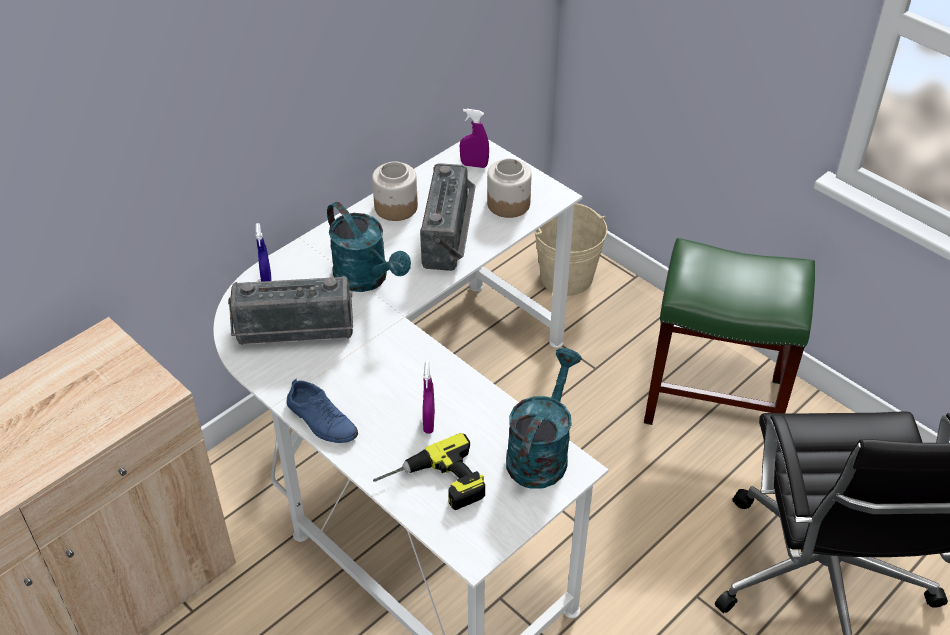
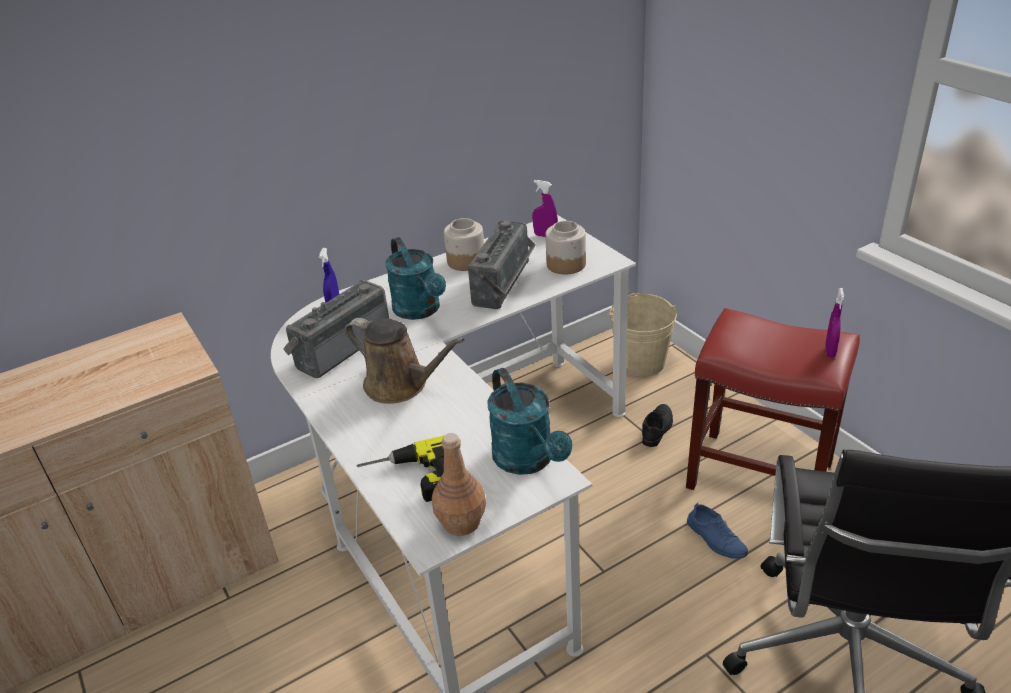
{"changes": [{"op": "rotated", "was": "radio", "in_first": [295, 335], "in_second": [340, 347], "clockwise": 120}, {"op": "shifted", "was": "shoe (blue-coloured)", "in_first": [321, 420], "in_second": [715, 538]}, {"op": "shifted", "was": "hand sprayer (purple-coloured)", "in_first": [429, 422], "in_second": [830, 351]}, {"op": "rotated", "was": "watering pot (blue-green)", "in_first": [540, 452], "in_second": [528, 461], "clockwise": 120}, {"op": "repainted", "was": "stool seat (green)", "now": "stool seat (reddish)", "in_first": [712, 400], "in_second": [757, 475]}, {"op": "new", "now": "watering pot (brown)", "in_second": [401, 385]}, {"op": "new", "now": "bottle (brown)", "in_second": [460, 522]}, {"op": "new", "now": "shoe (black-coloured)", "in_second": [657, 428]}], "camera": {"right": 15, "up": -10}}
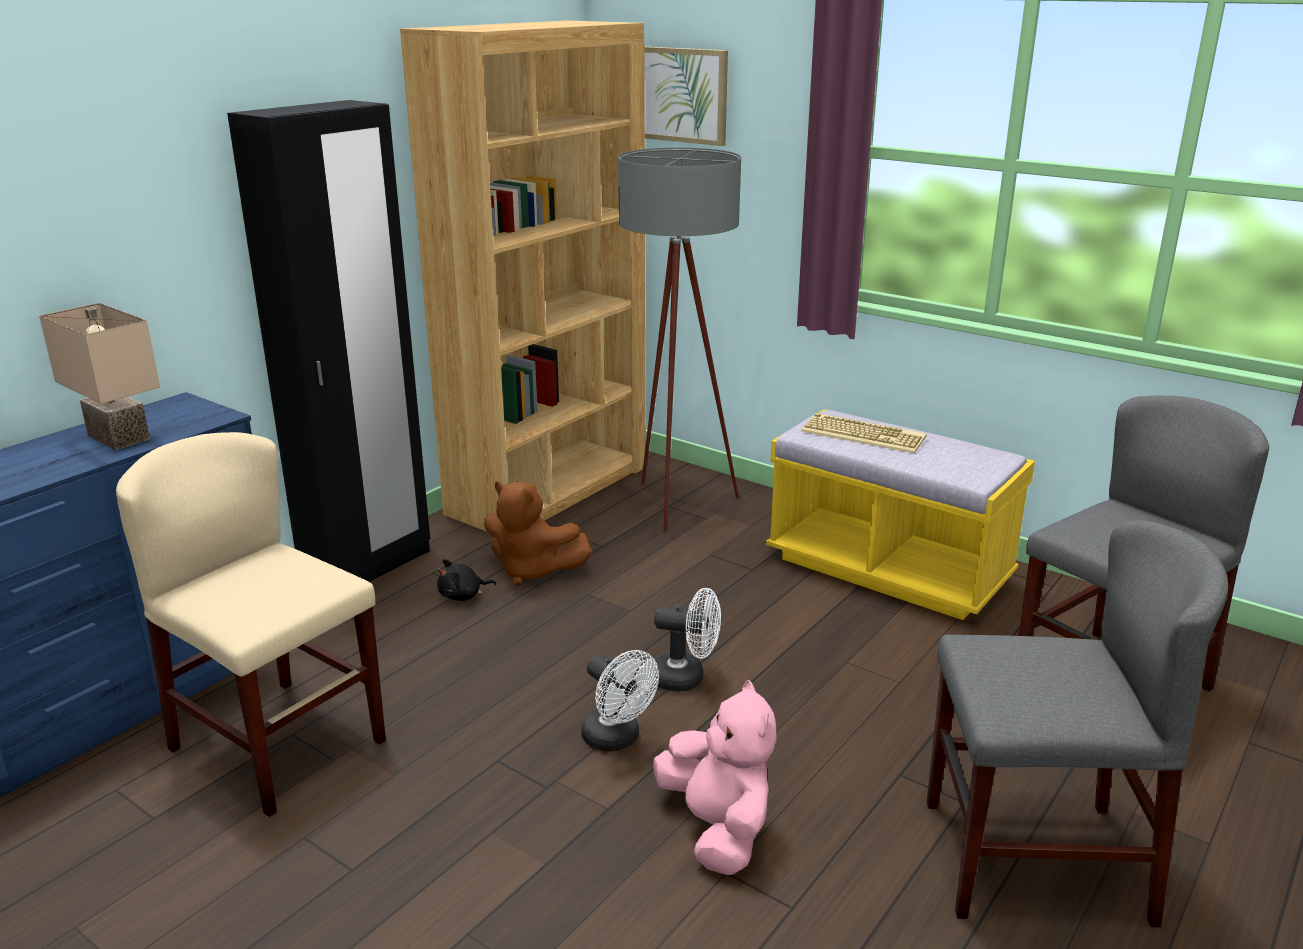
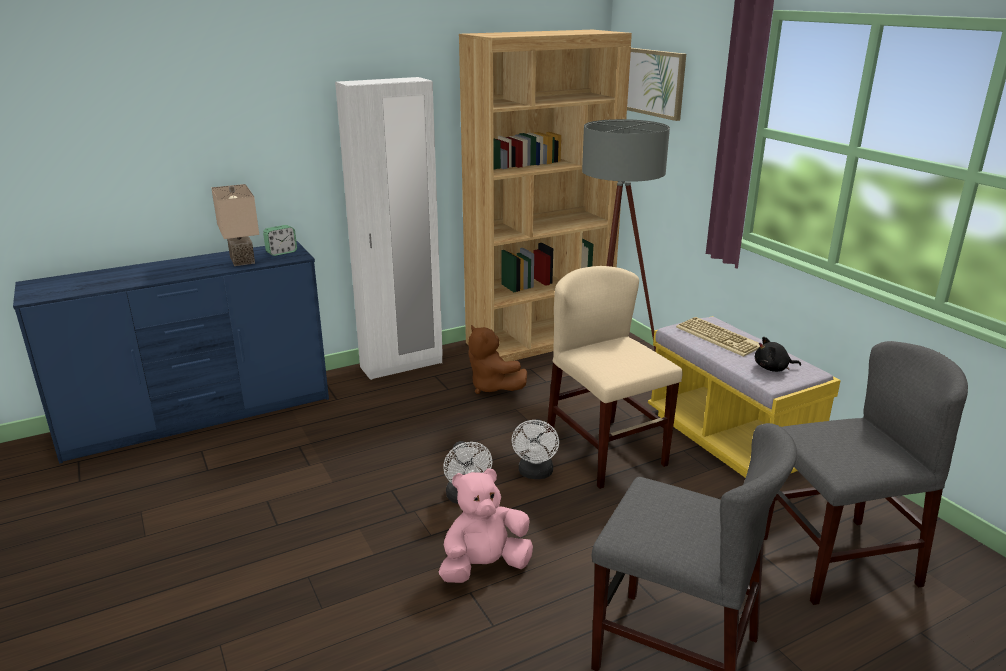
{"changes": [{"op": "shifted", "was": "chair (sand-coloured)", "in_first": [278, 745], "in_second": [605, 452]}, {"op": "repainted", "was": "wardrobe (black-coloured)", "now": "wardrobe (white)", "in_first": [368, 568], "in_second": [401, 365]}, {"op": "shifted", "was": "plush toy (black-coloured)", "in_first": [463, 596], "in_second": [773, 368]}, {"op": "rotated", "was": "plush toy (pink)", "in_first": [718, 829], "in_second": [484, 566], "clockwise": -120}, {"op": "rotated", "was": "cooling fan (white)", "in_first": [686, 678], "in_second": [535, 474], "clockwise": 60}, {"op": "new", "now": "alarm clock", "in_second": [281, 252]}], "camera": {"right": 25, "up": 0}}
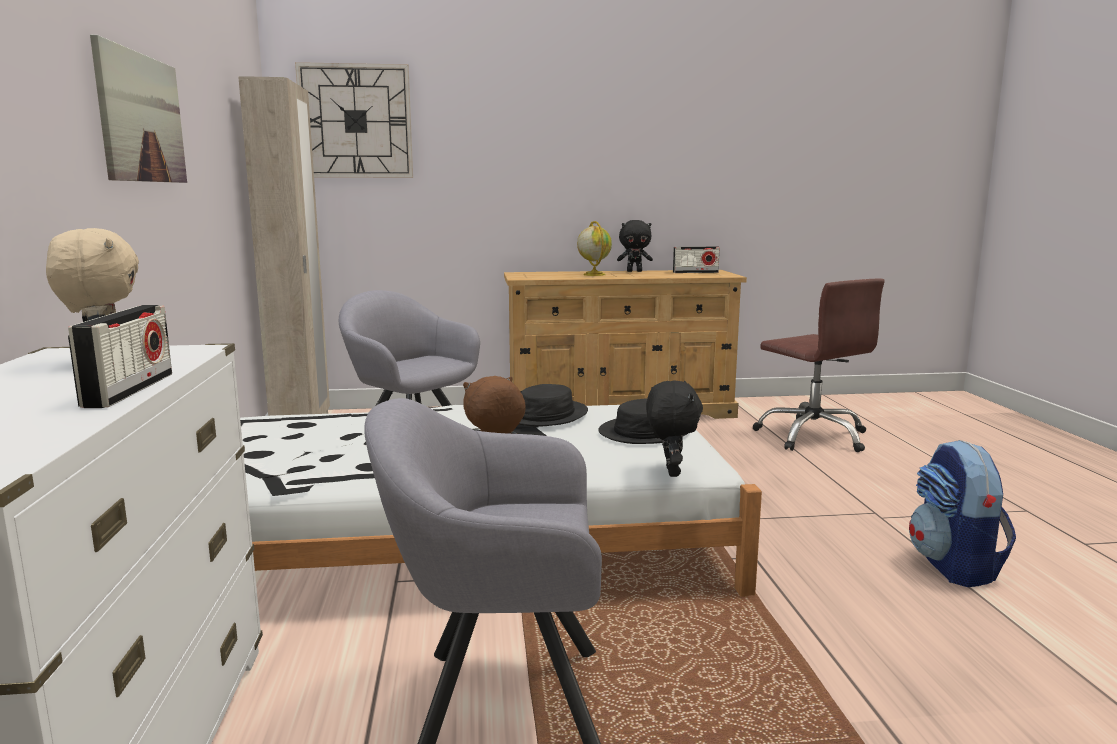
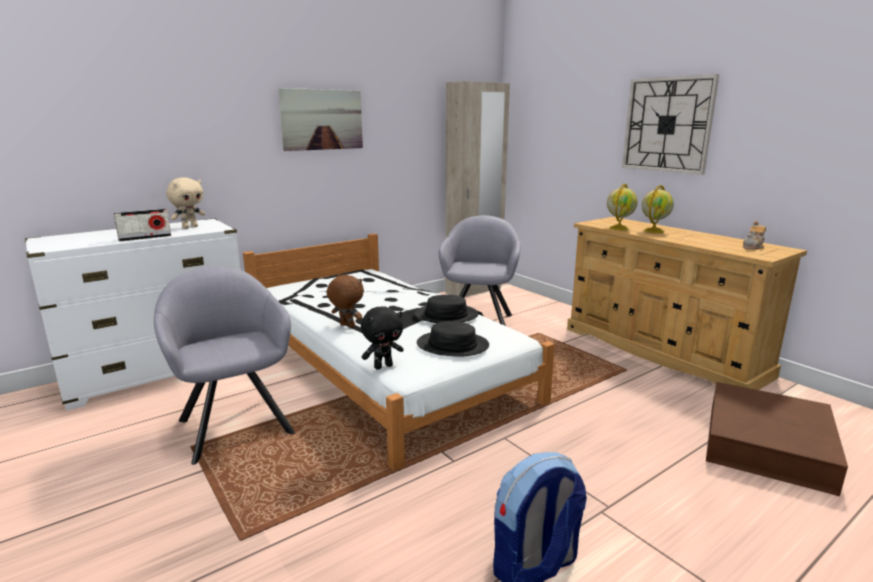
{"changes": [{"op": "shifted", "was": "clock on the wall", "in_first": [356, 121], "in_second": [667, 125]}, {"op": "gone", "was": "plush toy (black-coloured)", "in_first": [634, 271]}, {"op": "swapped", "was": "radio", "now": "pot for tea", "in_first": [695, 272], "in_second": [753, 247]}, {"op": "swapped", "was": "desk chair (brown)", "now": "storage box (brown)", "in_first": [813, 436], "in_second": [767, 444]}, {"op": "new", "now": "globe", "in_second": [619, 228]}], "camera": {"right": 60, "up": 5}}
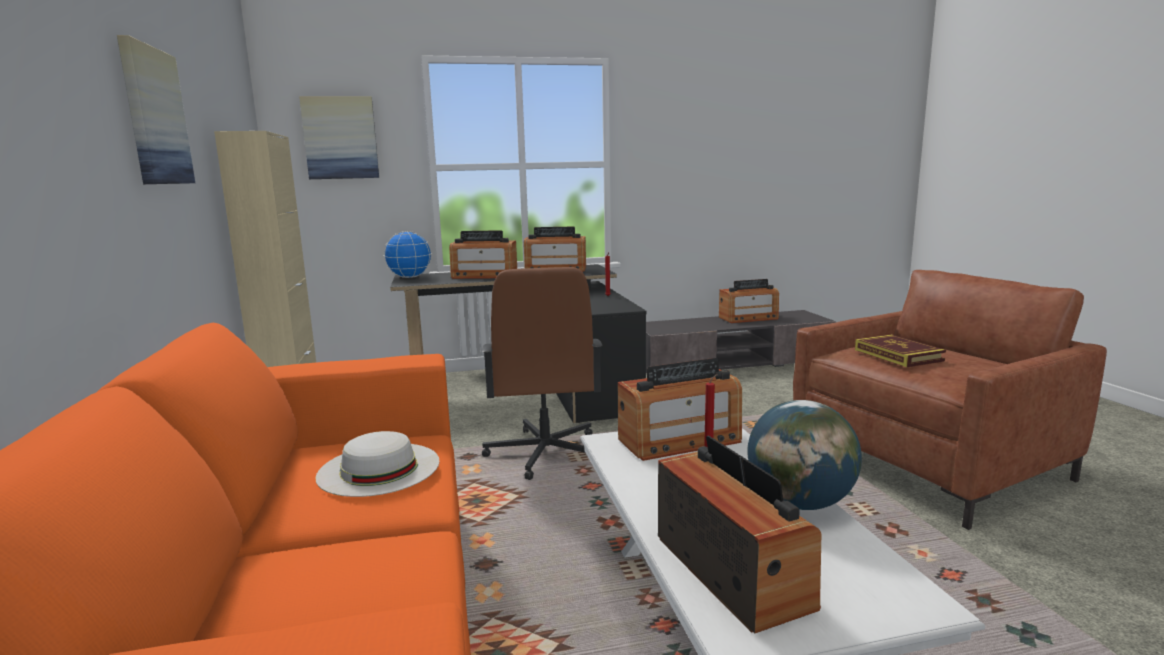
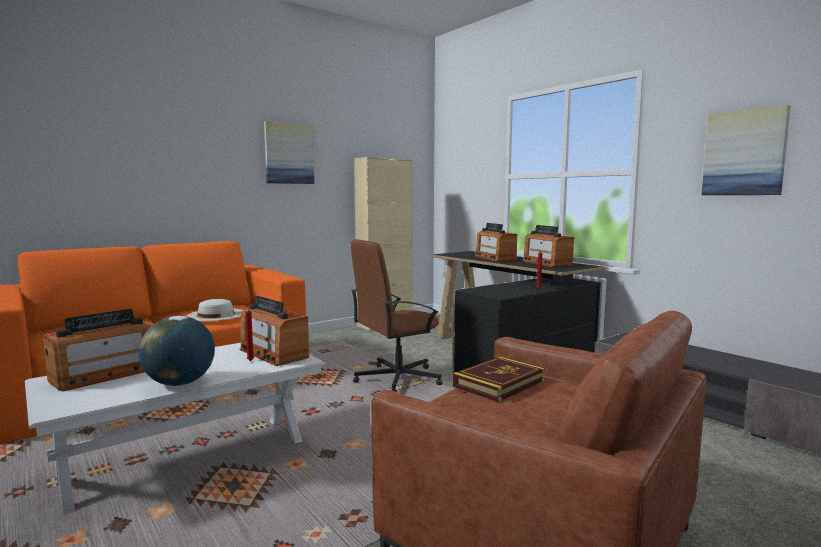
{"changes": [{"op": "shifted", "was": "wall picture", "in_first": [340, 138], "in_second": [744, 153]}, {"op": "gone", "was": "globe", "in_first": [409, 277]}, {"op": "gone", "was": "radio", "in_first": [748, 318]}], "camera": {"right": 65, "up": -5}}
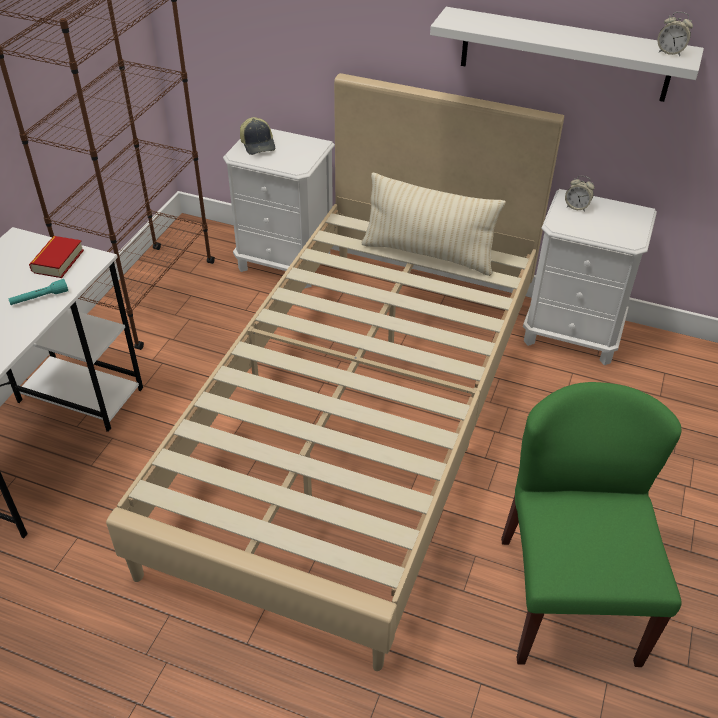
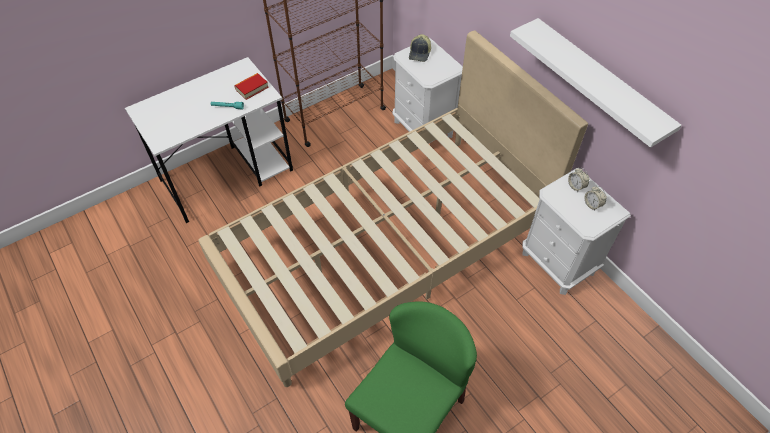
{"changes": [{"op": "gone", "was": "throw pillow (sand-coloured)", "in_first": [428, 254]}, {"op": "shifted", "was": "alarm clock", "in_first": [670, 52], "in_second": [592, 205]}], "camera": {"right": 35, "up": 10}}
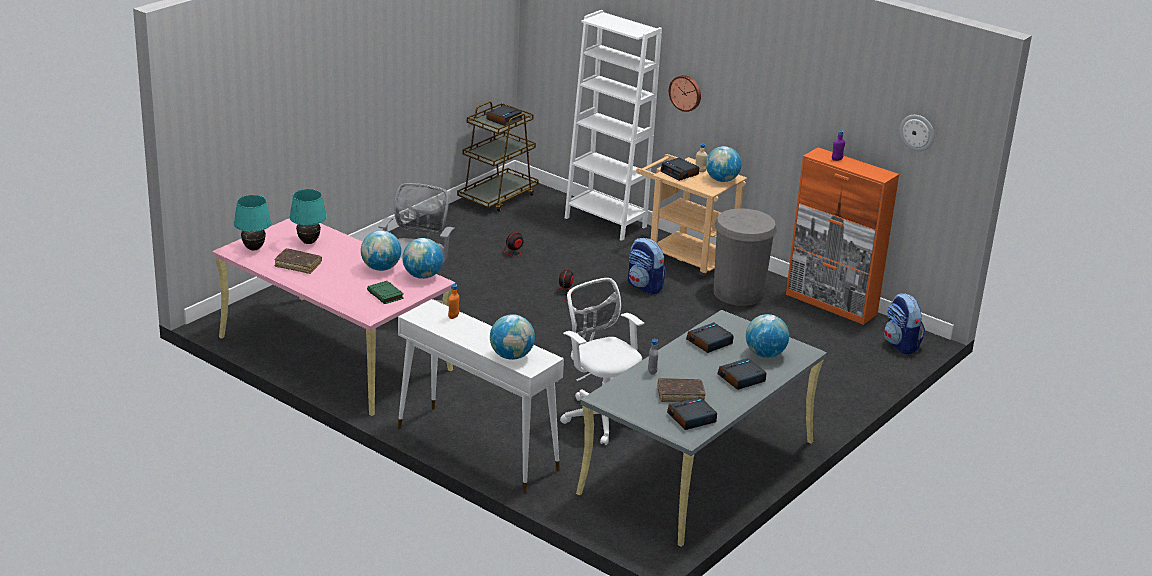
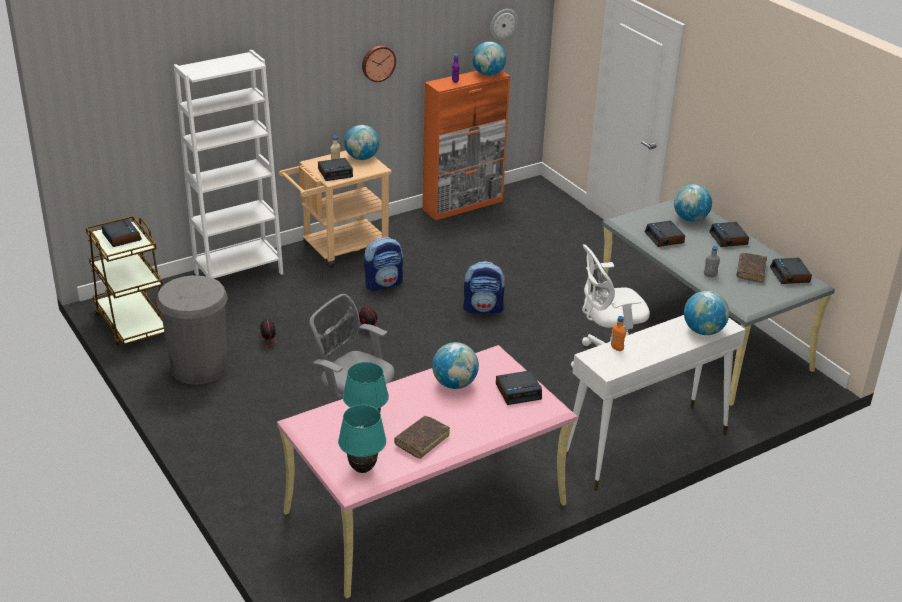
{"changes": [{"op": "swapped", "was": "book (green)", "now": "alarm clock", "in_first": [386, 295], "in_second": [518, 391]}, {"op": "shifted", "was": "globe", "in_first": [422, 276], "in_second": [488, 74]}, {"op": "shifted", "was": "clock on the wall", "in_first": [686, 93], "in_second": [378, 63]}, {"op": "shifted", "was": "rubbish bin (greyish)", "in_first": [738, 293], "in_second": [199, 367]}, {"op": "shifted", "was": "backpack", "in_first": [901, 345], "in_second": [483, 309]}], "camera": {"right": -70, "up": 5}}
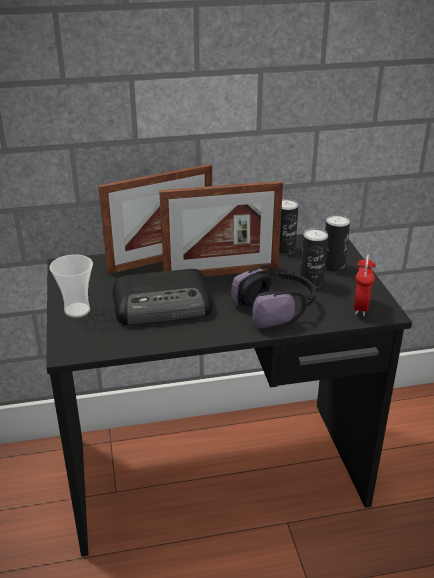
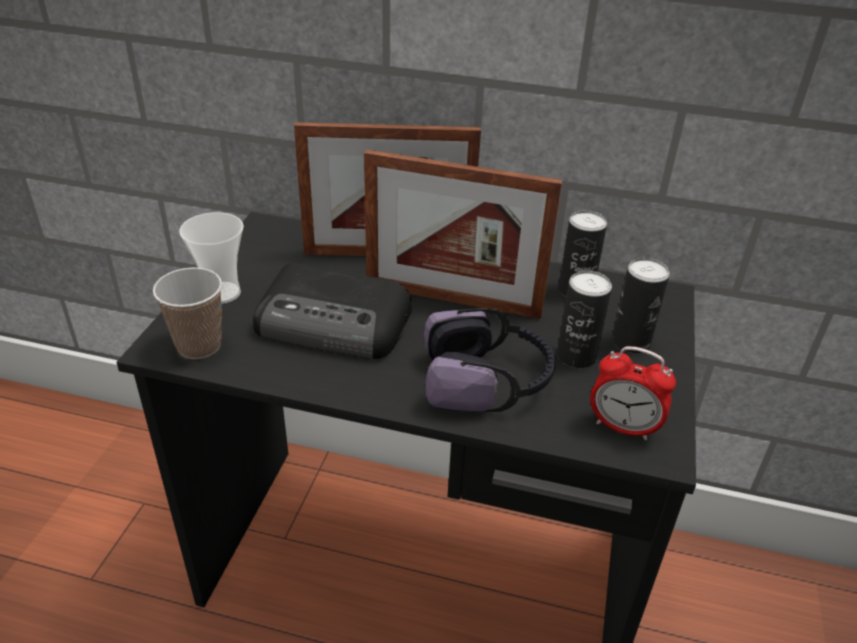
{"changes": [{"op": "rotated", "was": "alarm clock", "in_first": [360, 307], "in_second": [623, 427], "clockwise": -105}, {"op": "new", "now": "drinking cup", "in_second": [199, 346]}], "camera": {"right": 25, "up": 5}}
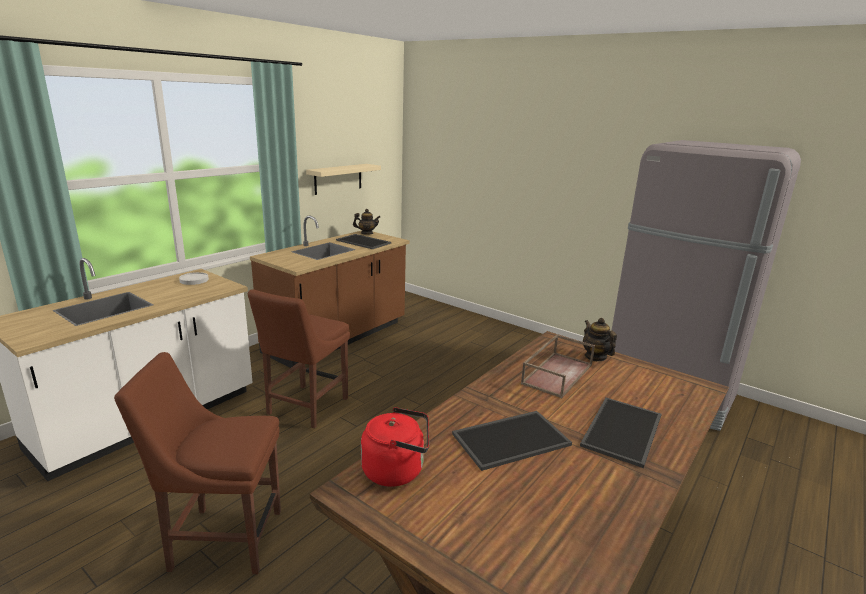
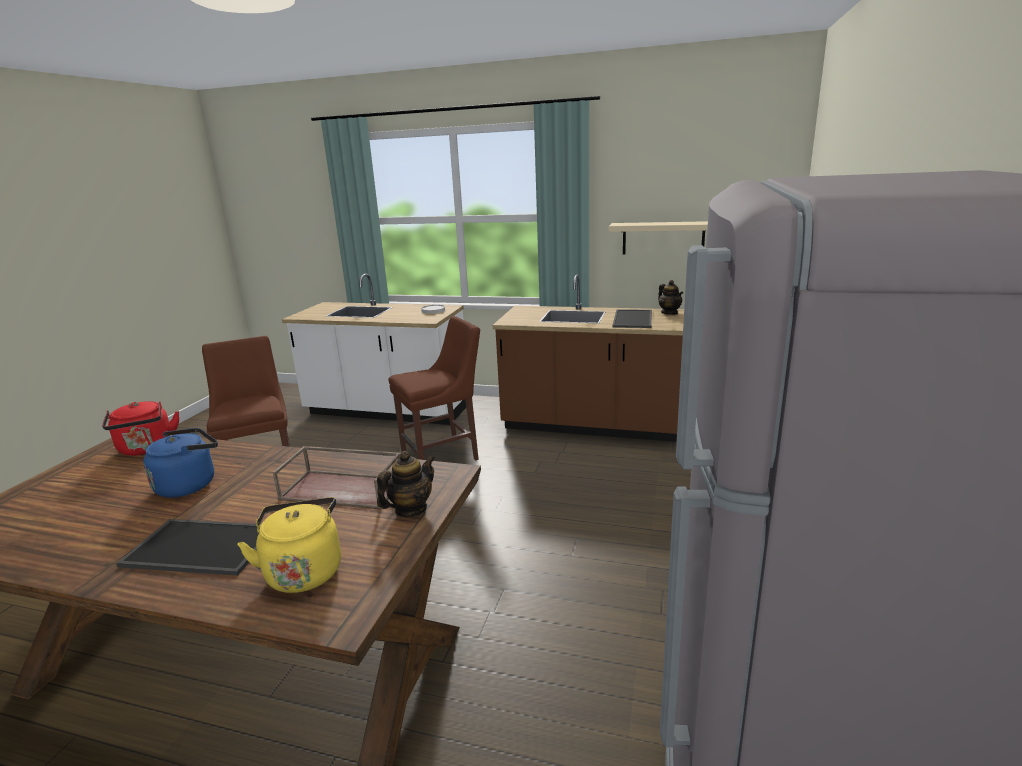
{"changes": [{"op": "rotated", "was": "chair (brown)", "in_first": [305, 407], "in_second": [443, 455], "clockwise": 150}, {"op": "swapped", "was": "tray", "now": "water kettle (blue-coloured)", "in_first": [511, 438], "in_second": [190, 484]}, {"op": "new", "now": "water kettle (yellow)", "in_second": [304, 570]}], "camera": {"right": 70, "up": 0}}
